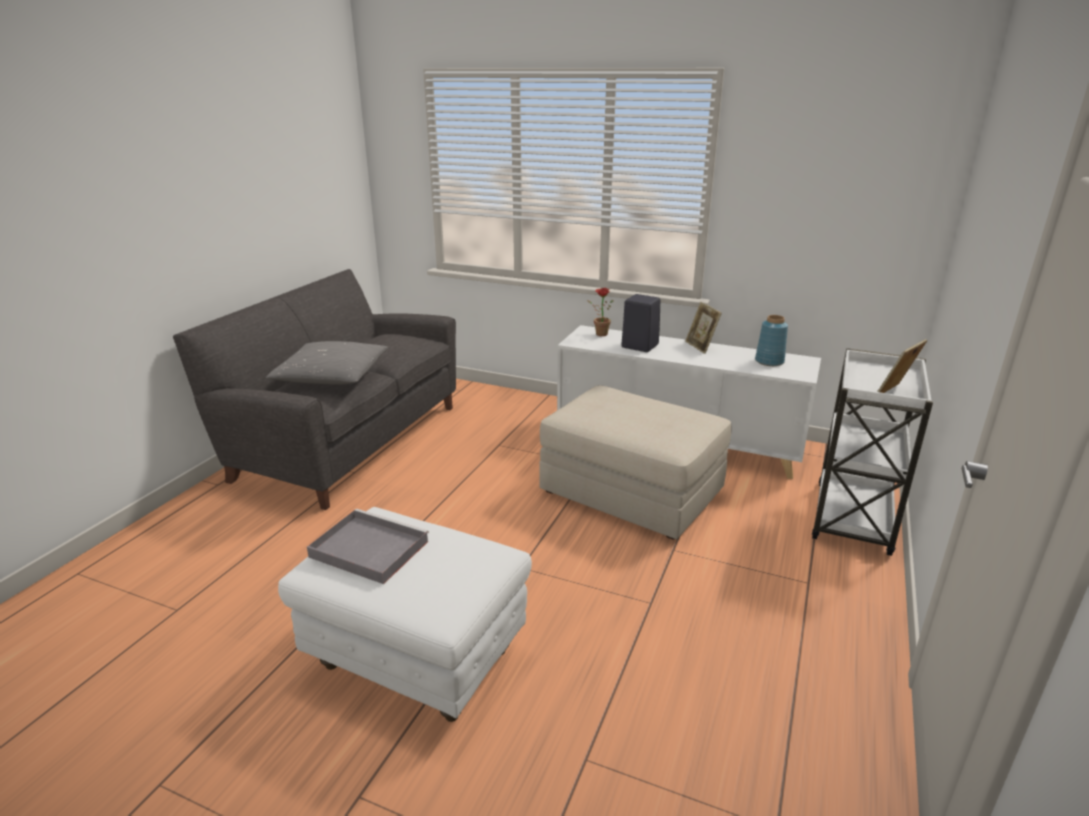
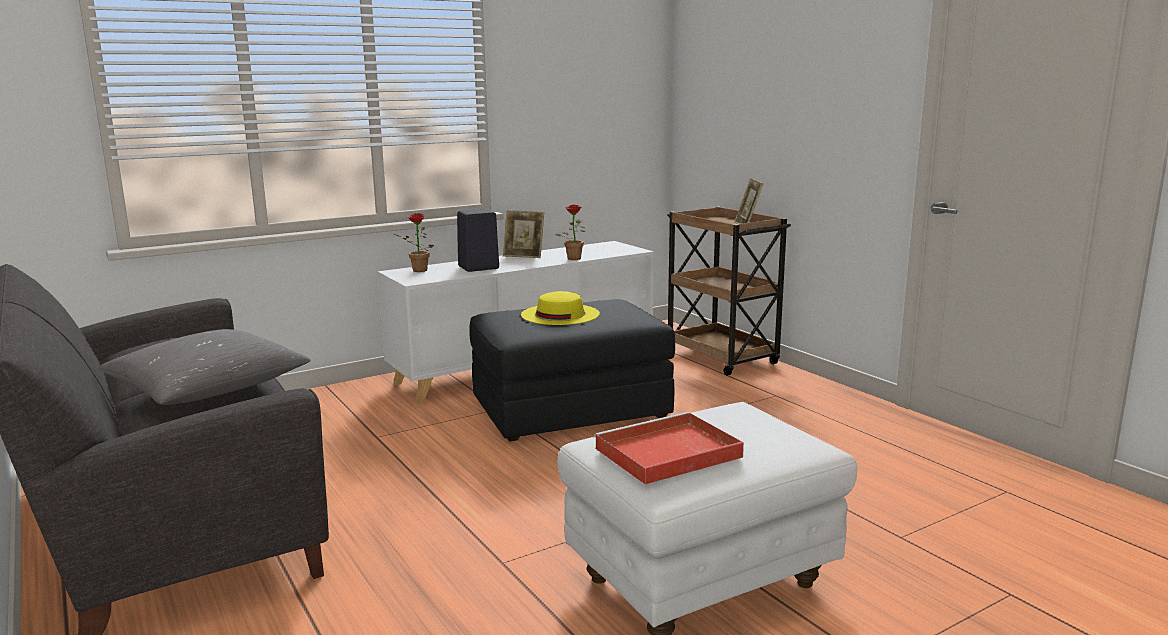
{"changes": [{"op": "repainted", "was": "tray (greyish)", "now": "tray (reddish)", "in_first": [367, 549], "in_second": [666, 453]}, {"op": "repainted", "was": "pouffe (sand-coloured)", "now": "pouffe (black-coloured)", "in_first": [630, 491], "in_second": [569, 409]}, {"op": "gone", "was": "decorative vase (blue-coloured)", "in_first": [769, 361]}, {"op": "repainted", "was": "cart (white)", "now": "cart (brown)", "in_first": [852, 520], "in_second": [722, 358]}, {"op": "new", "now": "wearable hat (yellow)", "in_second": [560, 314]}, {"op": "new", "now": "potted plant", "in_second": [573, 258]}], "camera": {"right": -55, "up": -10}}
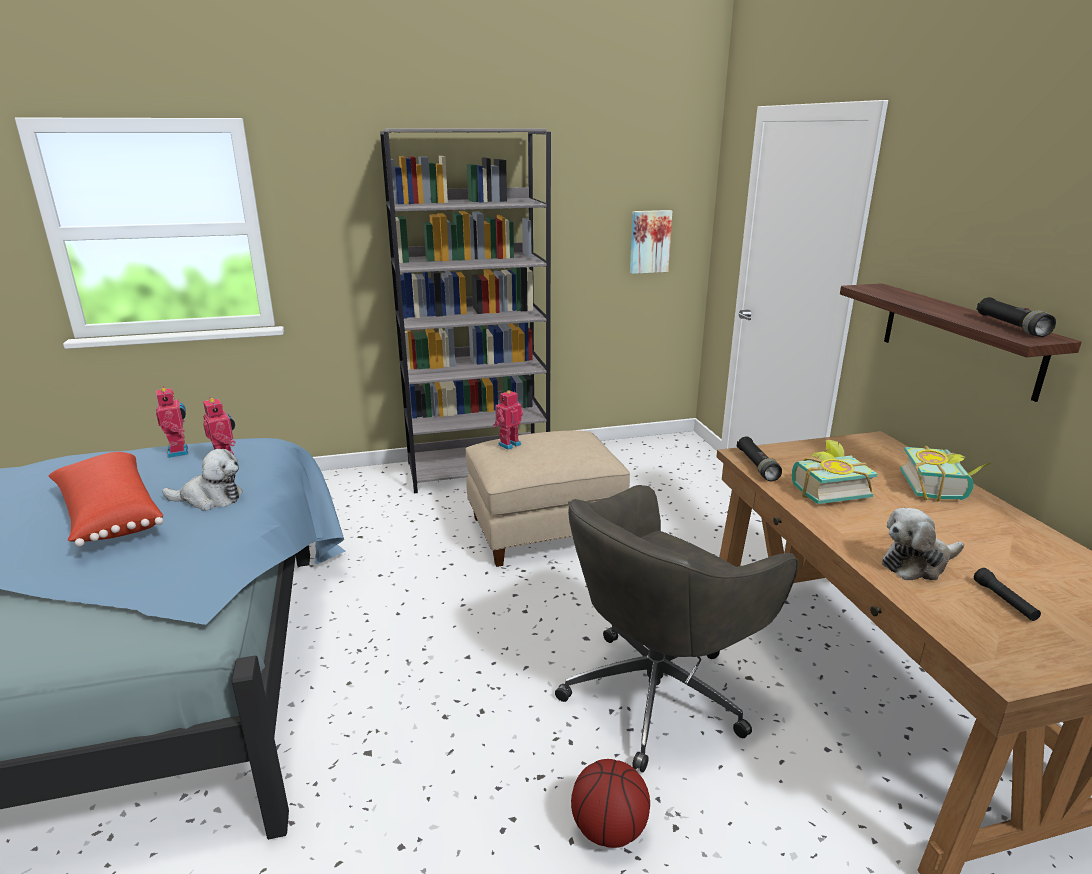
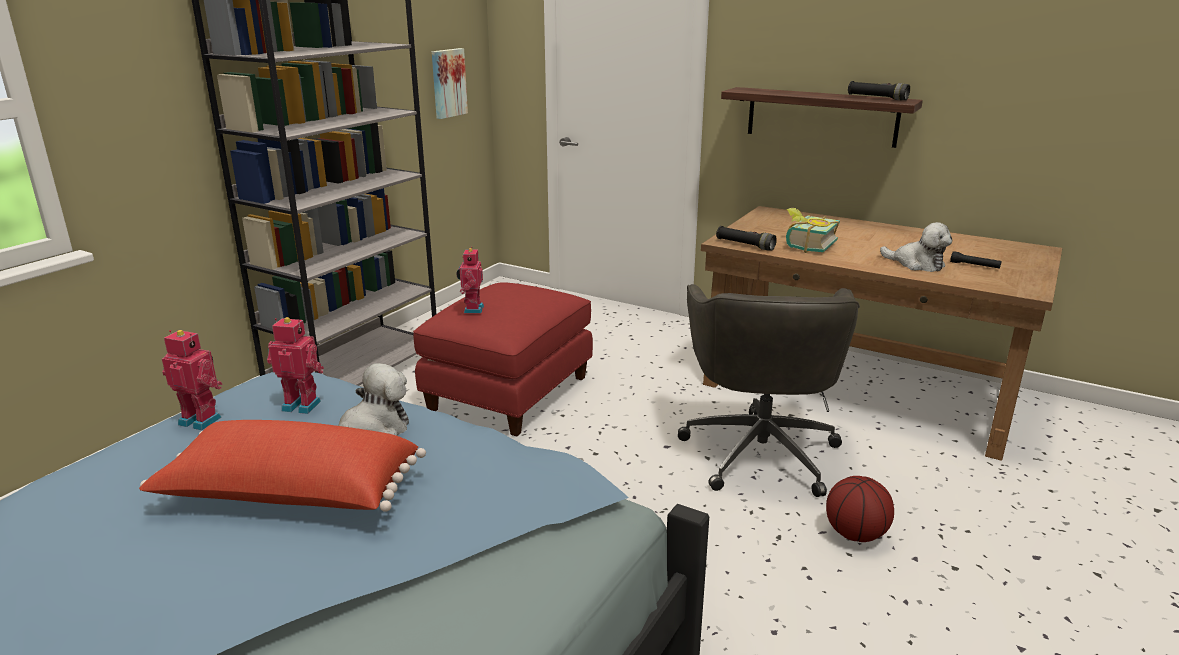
{"changes": [{"op": "repainted", "was": "pouffe (sand-coloured)", "now": "pouffe (reddish)", "in_first": [544, 532], "in_second": [510, 394]}, {"op": "rotated", "was": "plush toy", "in_first": [917, 564], "in_second": [916, 264], "clockwise": -75}, {"op": "gone", "was": "book", "in_first": [940, 488]}], "camera": {"right": -45, "up": 0}}
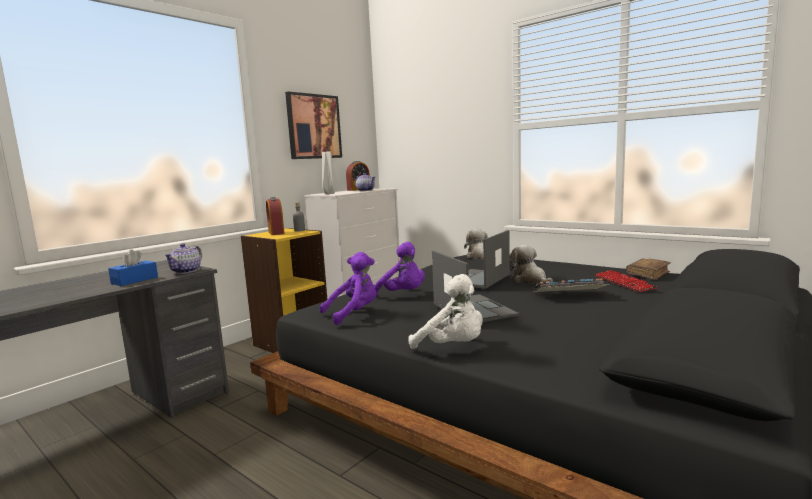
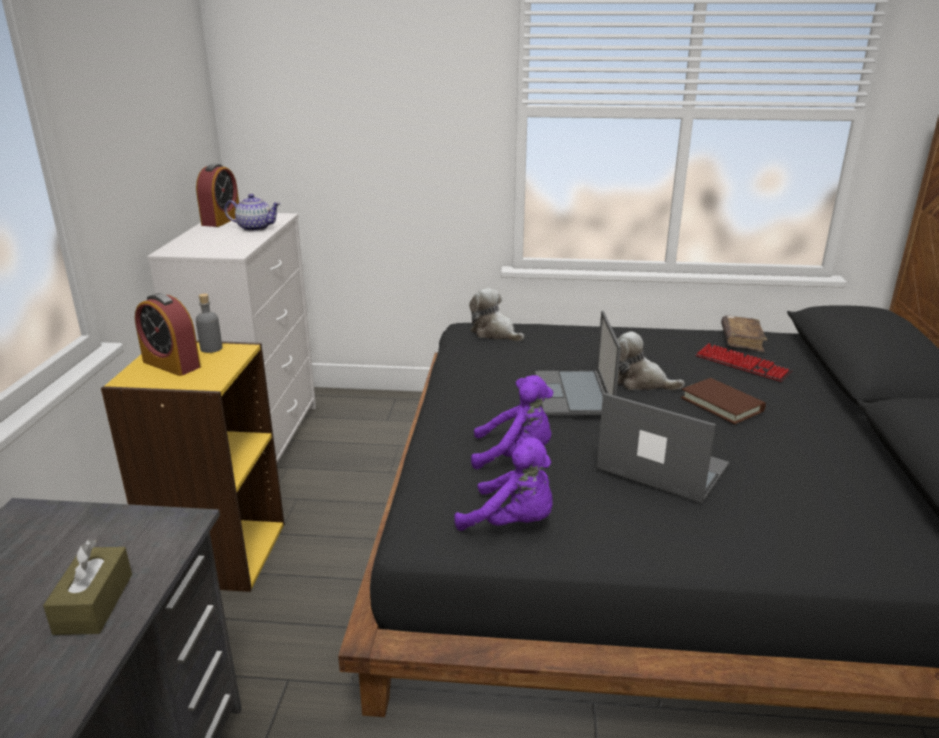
{"changes": [{"op": "repainted", "was": "box of tissues (blue-coloured)", "now": "box of tissues (brown)", "in_first": [135, 280], "in_second": [94, 603]}, {"op": "gone", "was": "pot for tea", "in_first": [186, 271]}, {"op": "gone", "was": "wall picture", "in_first": [314, 126]}, {"op": "rotated", "was": "plush toy (purple-coloured)", "in_first": [354, 314], "in_second": [512, 523], "clockwise": 90}, {"op": "gone", "was": "decorative vase (greyish)", "in_first": [329, 193]}, {"op": "gone", "was": "plush toy (white)", "in_first": [453, 347]}, {"op": "swapped", "was": "PC keyboard", "now": "book (brown)", "in_first": [569, 294], "in_second": [722, 404]}], "camera": {"right": -35, "up": 15}}
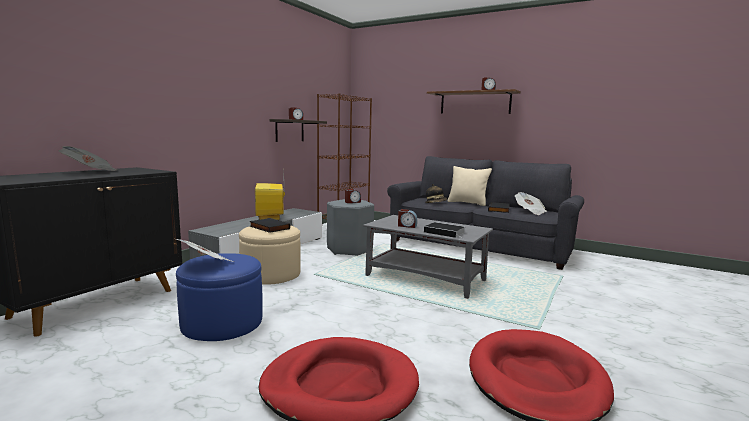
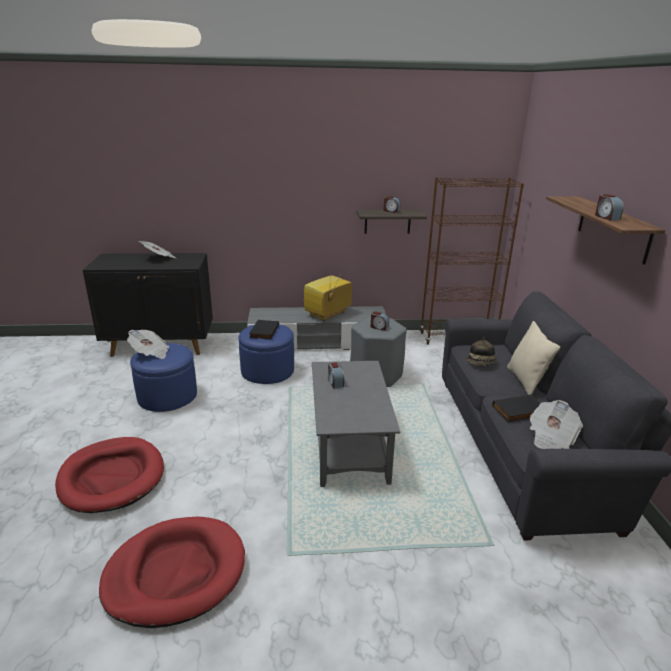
{"changes": [{"op": "repainted", "was": "pouffe (sand-coloured)", "now": "pouffe (blue-coloured)", "in_first": [271, 274], "in_second": [267, 371]}, {"op": "gone", "was": "book", "in_first": [445, 232]}], "camera": {"right": 55, "up": 15}}
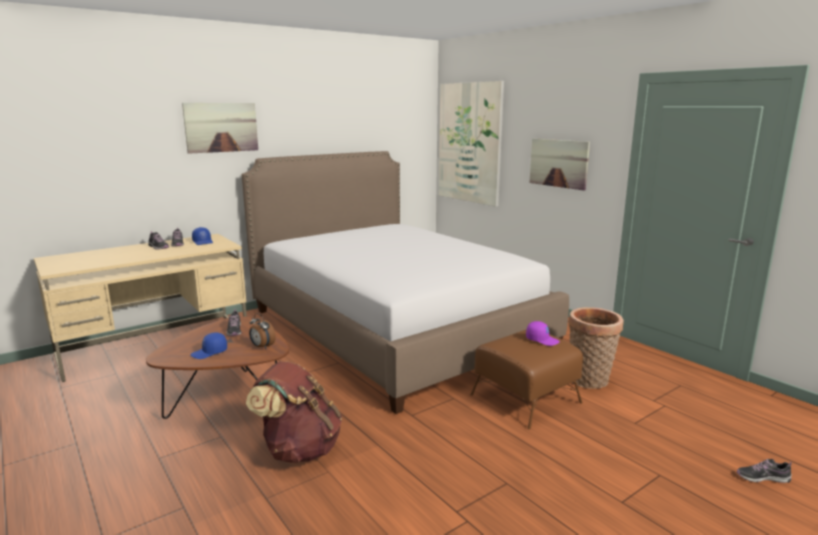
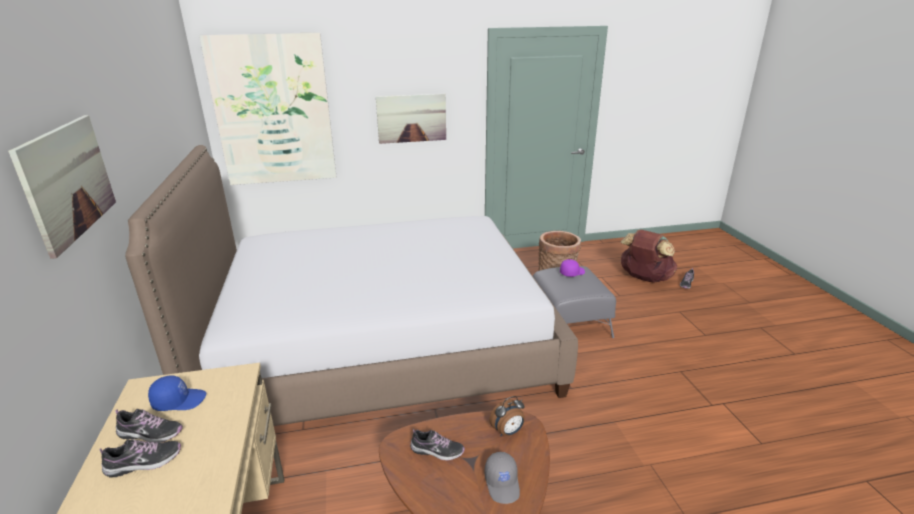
{"changes": [{"op": "repainted", "was": "peaked cap (blue-coloured)", "now": "peaked cap (greyish)", "in_first": [209, 353], "in_second": [503, 483]}, {"op": "shifted", "was": "backpack (brown)", "in_first": [299, 449], "in_second": [644, 278]}, {"op": "repainted", "was": "pouffe (brown)", "now": "pouffe (greyish)", "in_first": [526, 398], "in_second": [569, 323]}], "camera": {"right": -65, "up": 10}}
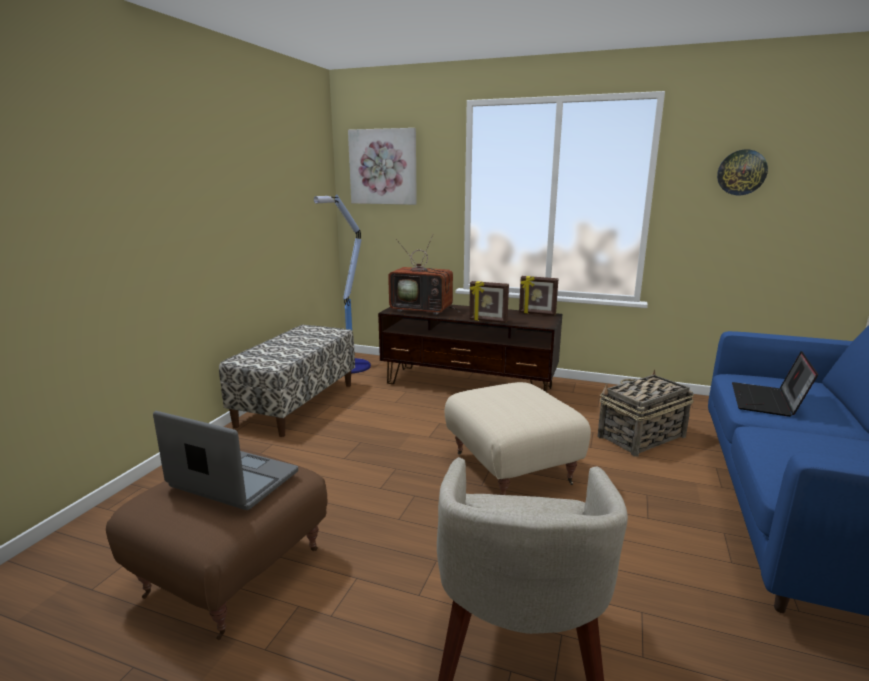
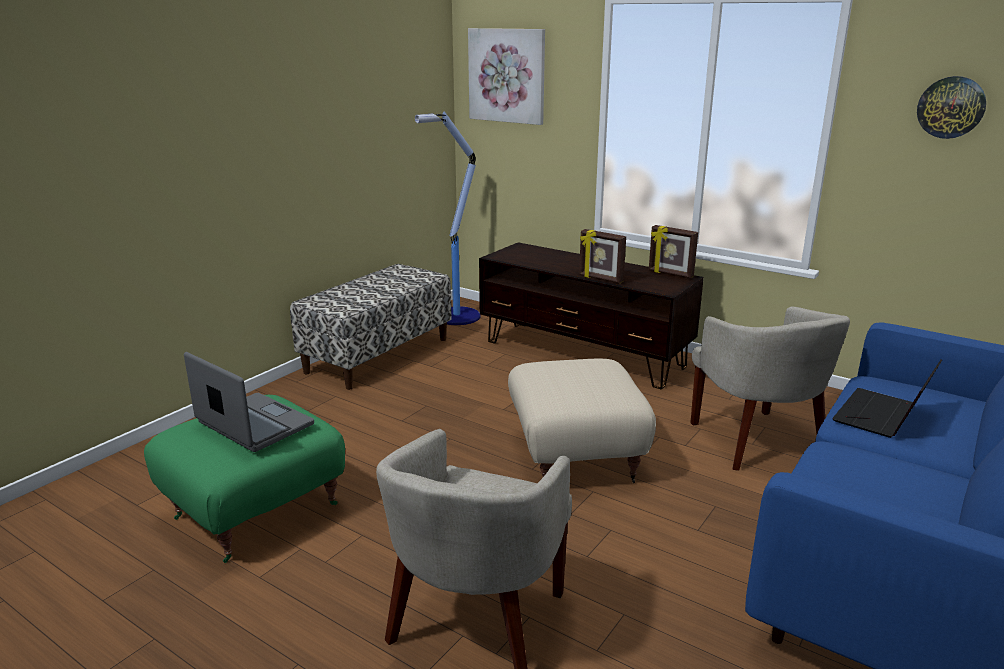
{"changes": [{"op": "repainted", "was": "pouffe (brown)", "now": "pouffe (green)", "in_first": [235, 572], "in_second": [257, 511]}, {"op": "gone", "was": "TV set", "in_first": [424, 310]}, {"op": "swapped", "was": "basket", "now": "lounge chair (sand-coloured)", "in_first": [640, 437], "in_second": [757, 442]}], "camera": {"right": 15, "up": 5}}
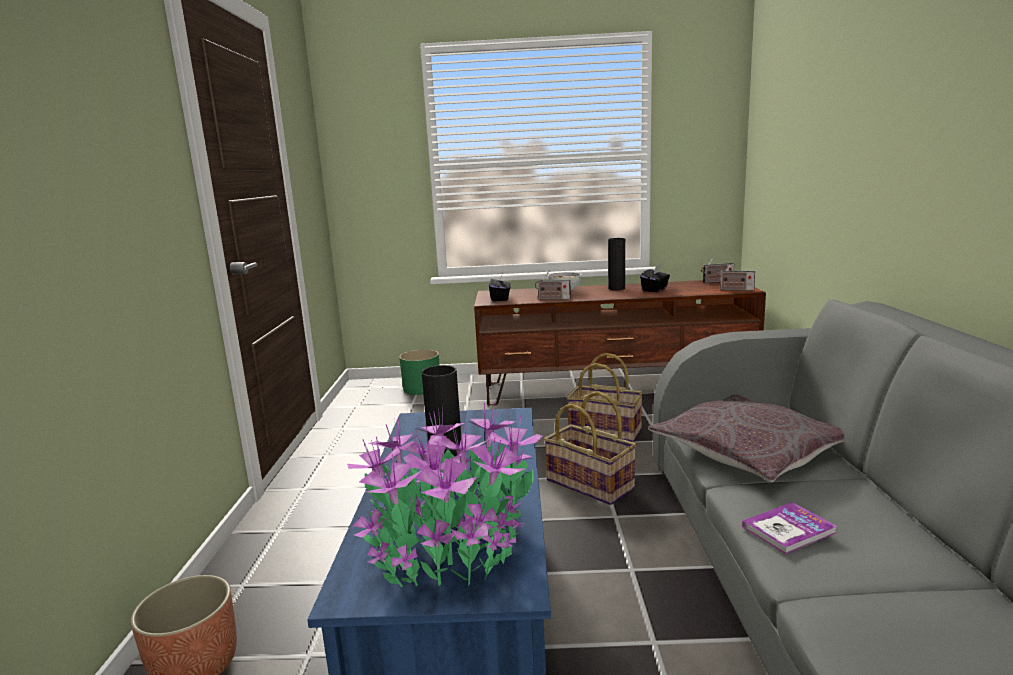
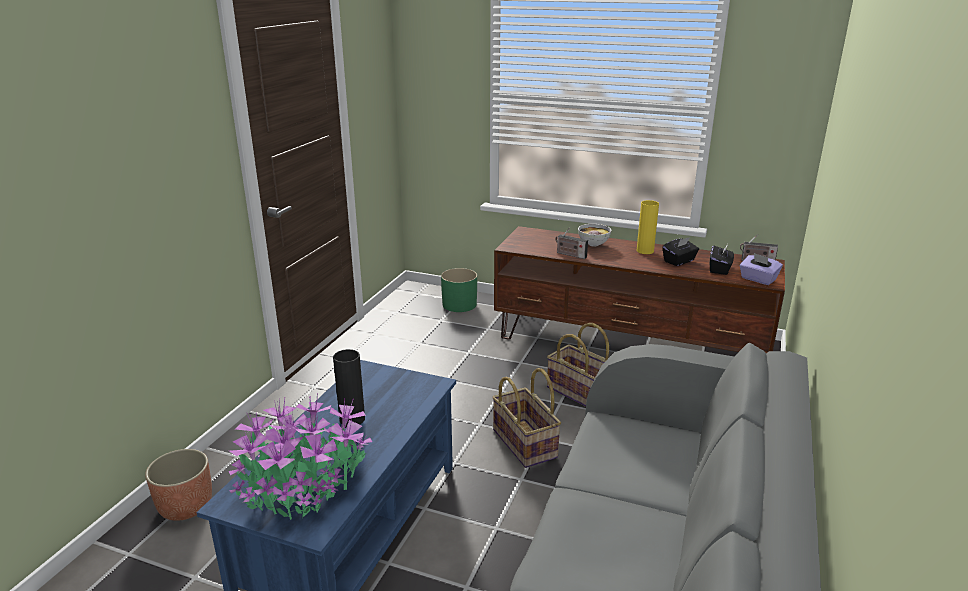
{"changes": [{"op": "shifted", "was": "box of tissues (black-coloured)", "in_first": [500, 298], "in_second": [719, 269]}, {"op": "repainted", "was": "decorative vase (black-coloured)", "now": "decorative vase (yellow)", "in_first": [616, 288], "in_second": [645, 251]}, {"op": "gone", "was": "throw pillow (greyish)", "in_first": [749, 452]}, {"op": "swapped", "was": "radio", "now": "box of tissues (purple-coloured)", "in_first": [735, 289], "in_second": [758, 279]}, {"op": "gone", "was": "book", "in_first": [788, 529]}], "camera": {"right": 20, "up": 10}}
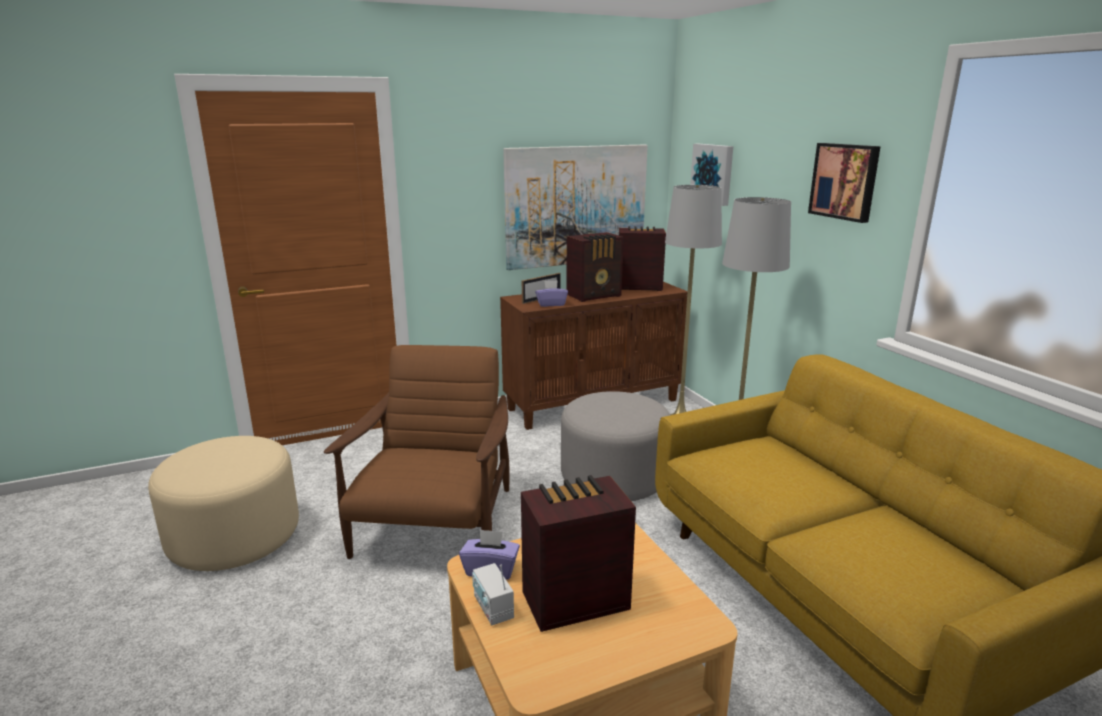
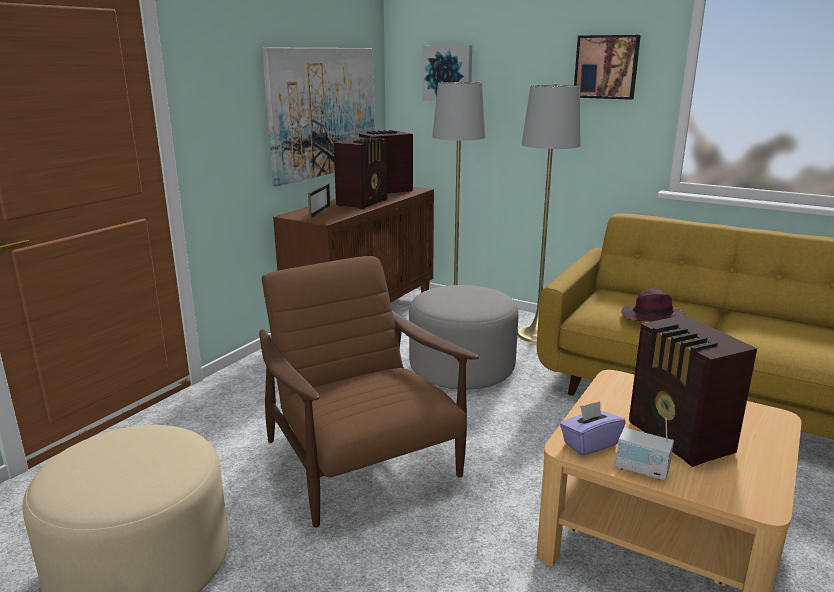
{"changes": [{"op": "rotated", "was": "radio", "in_first": [572, 601], "in_second": [680, 439], "clockwise": -60}, {"op": "gone", "was": "box of tissues (purple-coloured)", "in_first": [551, 304]}, {"op": "new", "now": "wearable hat (purple-coloured)", "in_second": [651, 318]}], "camera": {"right": -35, "up": 0}}
